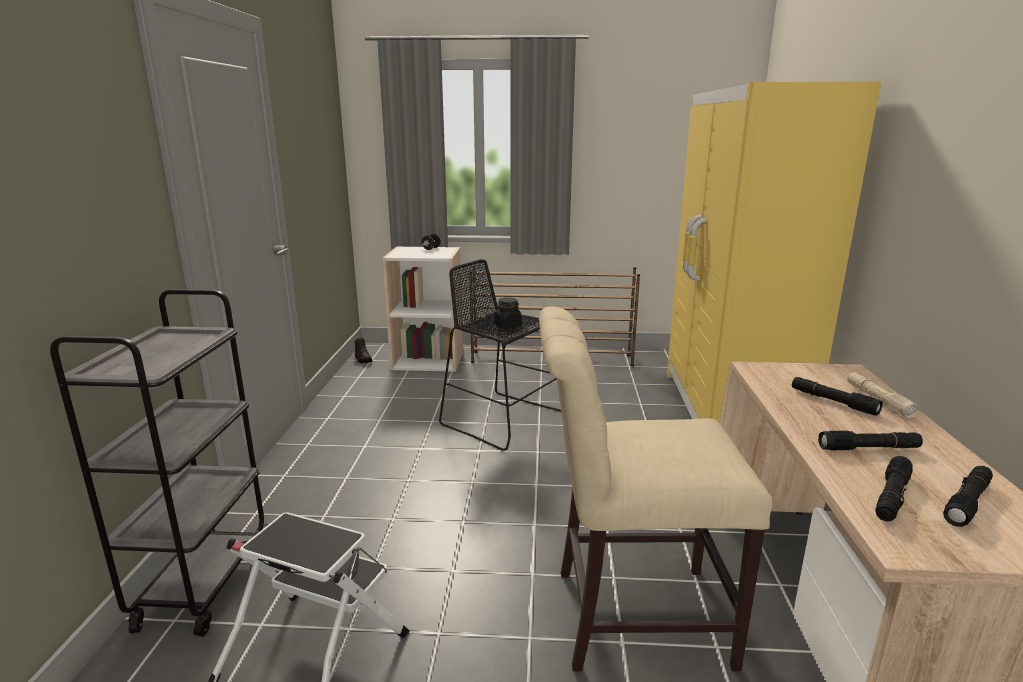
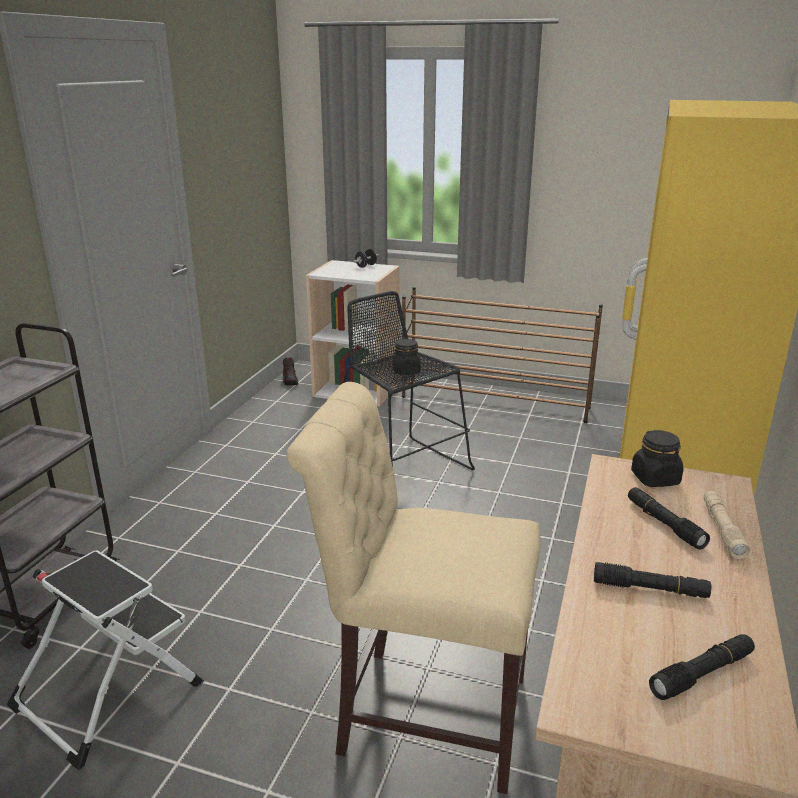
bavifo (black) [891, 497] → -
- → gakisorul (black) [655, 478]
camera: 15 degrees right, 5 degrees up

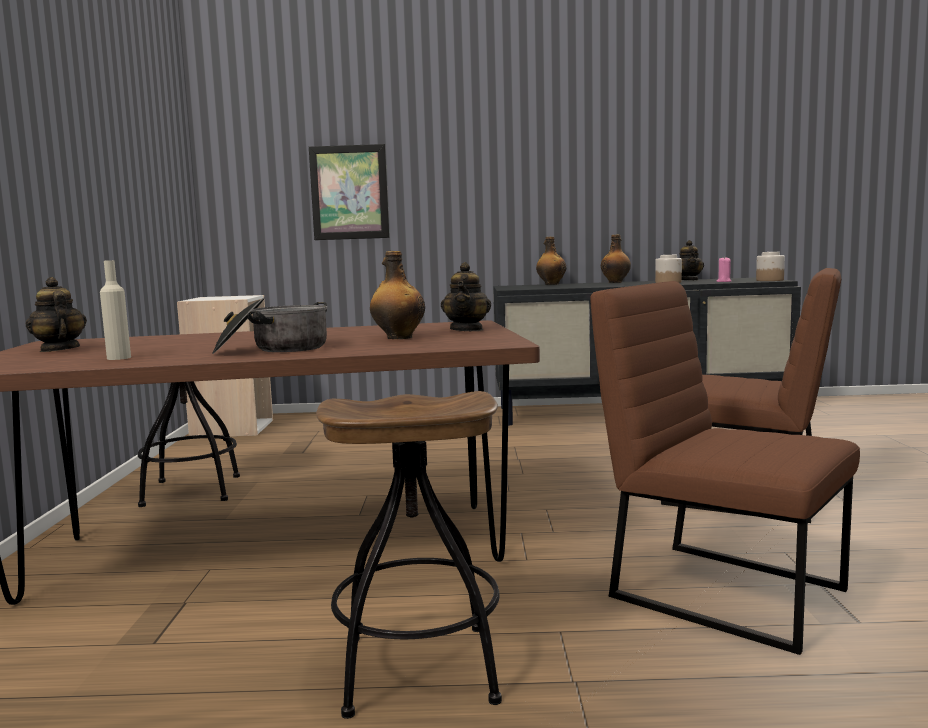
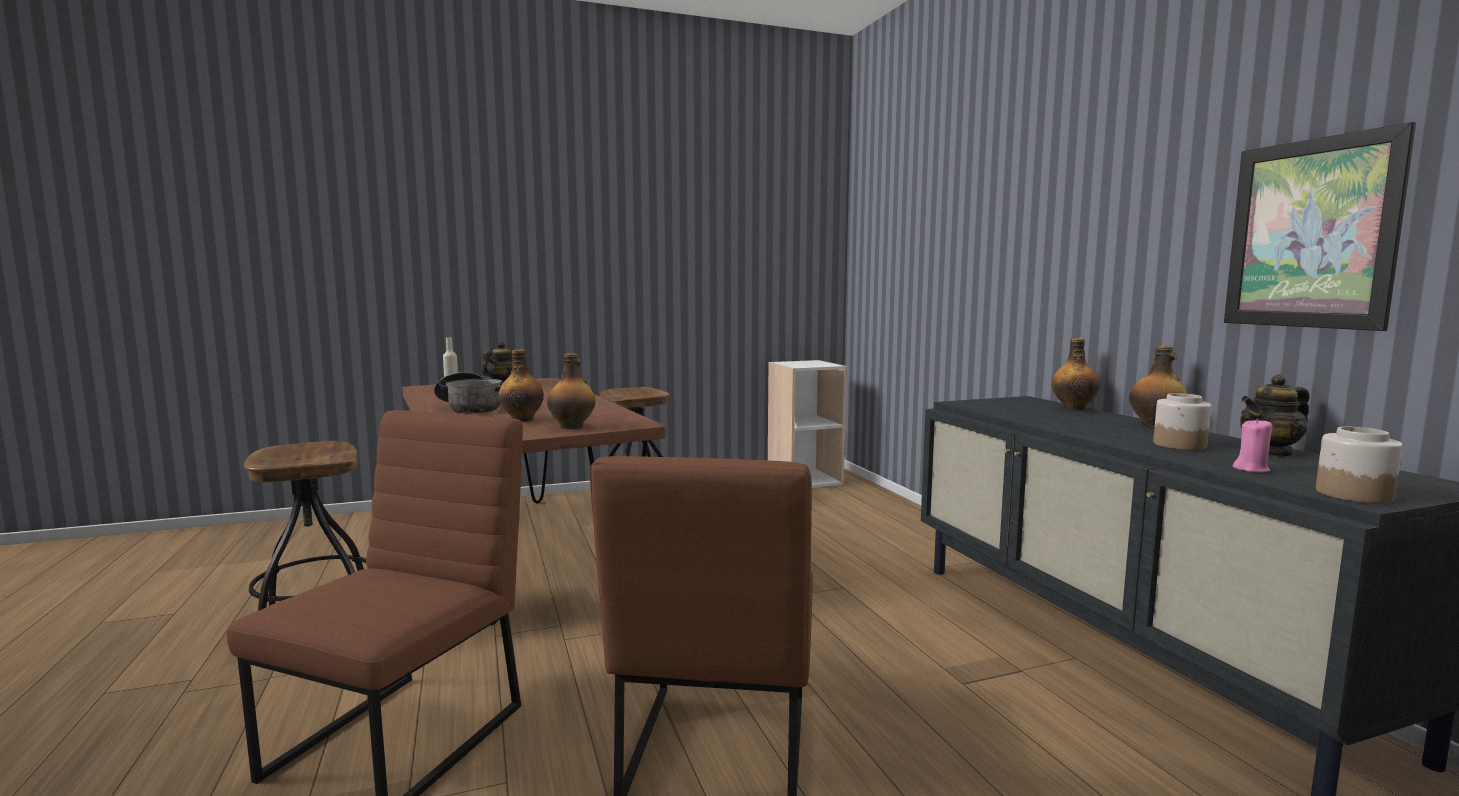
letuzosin [349, 192] → letuzosin [1310, 234], shifted
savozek [467, 330] → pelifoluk [572, 427]
camera: 70 degrees right, 0 degrees up

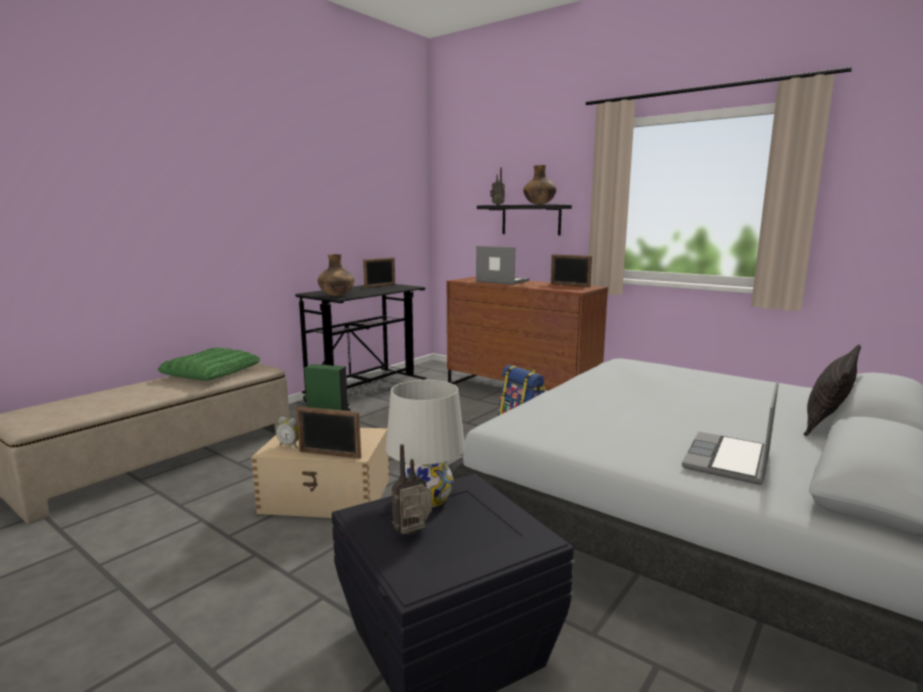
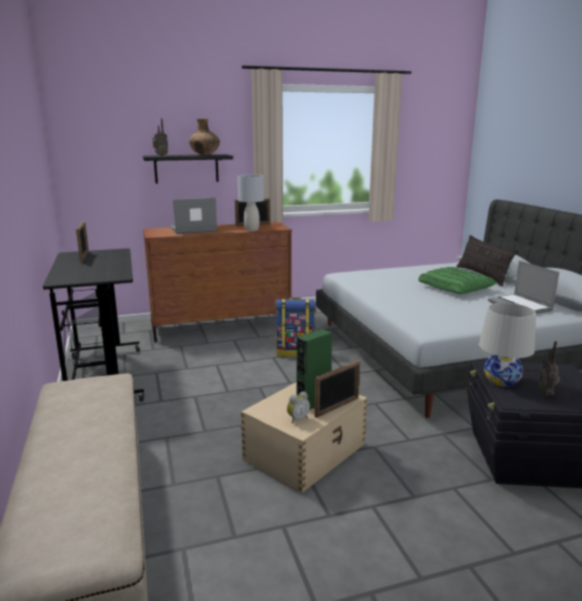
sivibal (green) [211, 374] → sivibal (green) [455, 288], shifted
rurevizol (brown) [336, 296] → -
- → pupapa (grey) [251, 229]
camera: 55 degrees left, 5 degrees up

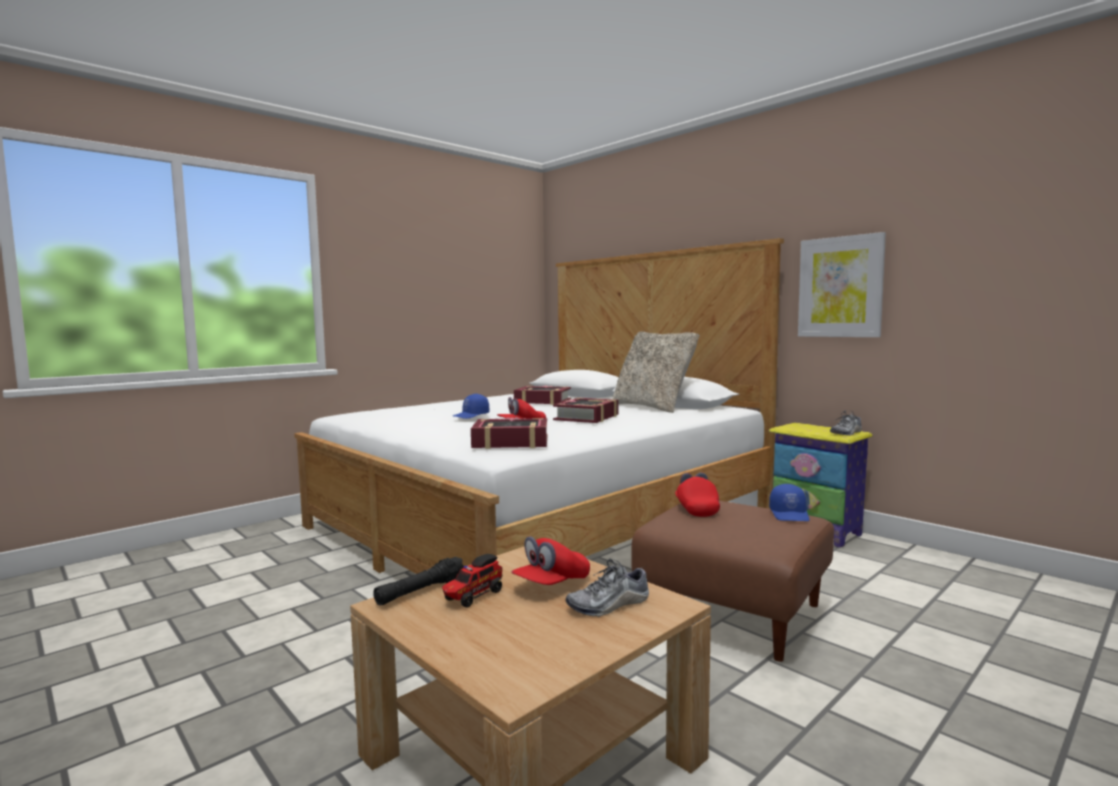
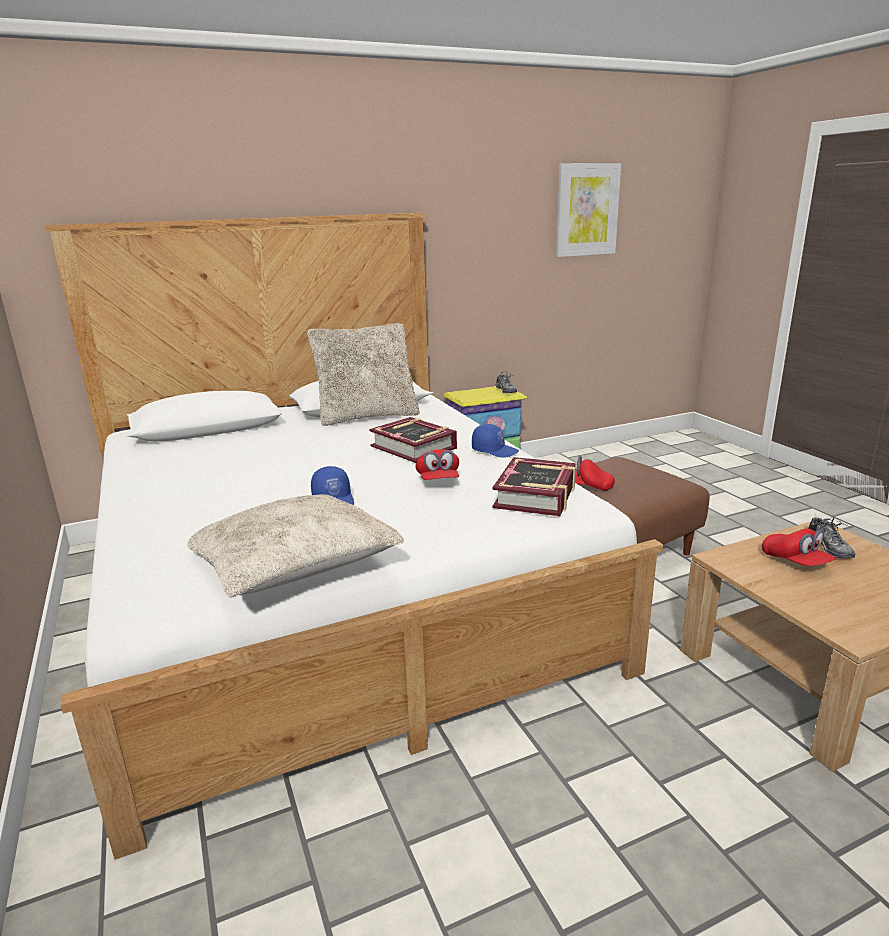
bavifo (black) [420, 591] → -
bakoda [472, 596] → -
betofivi [542, 401] → -
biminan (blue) [790, 514] → biminan (blue) [495, 450], shifted
letuzosin [840, 287] → letuzosin [587, 210], shifted
- → sivibal (beige) [294, 567]
camera: 70 degrees left, 15 degrees up

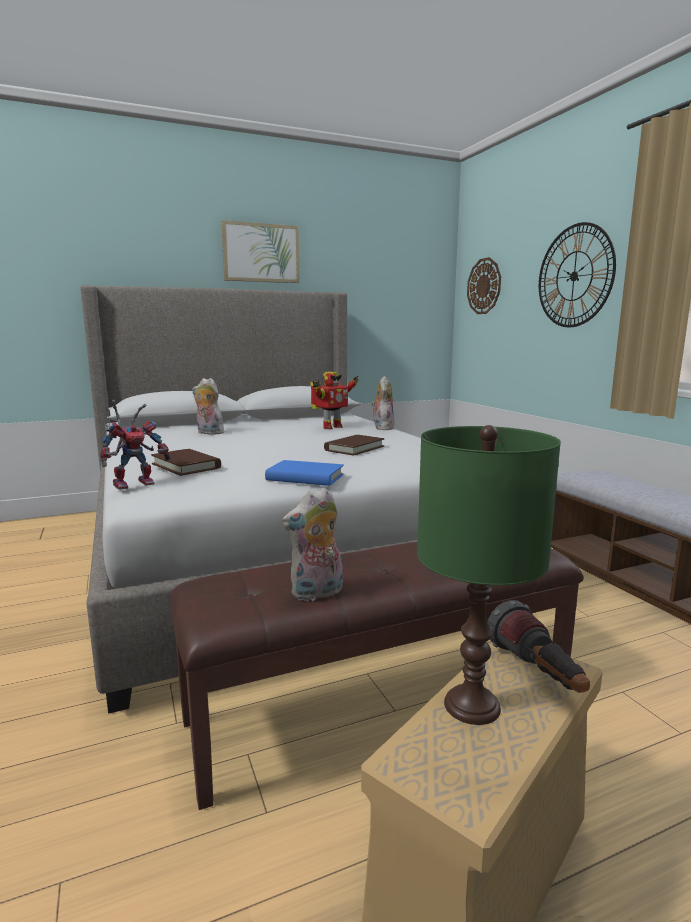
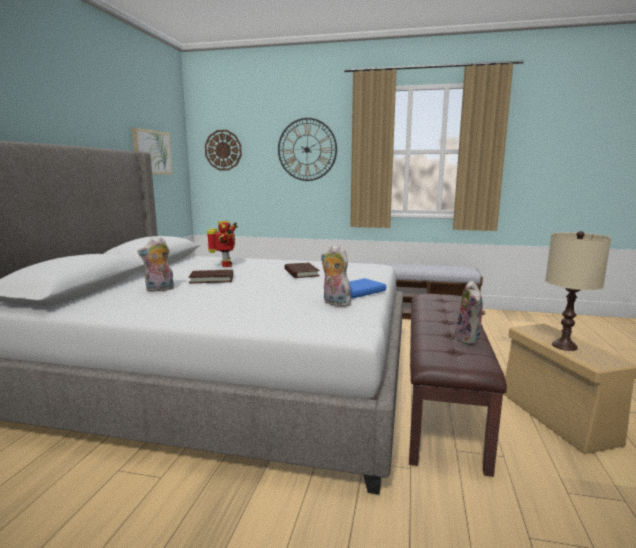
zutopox [136, 483] → -
betofivi (brown) [186, 466] → betofivi (brown) [212, 279], shifted
letuzosin [261, 253] → letuzosin [152, 152], shifted
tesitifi [382, 428] → tesitifi [334, 303], shifted
pupapa (green) [471, 705] → pupapa (beige) [564, 346]
bavifo [538, 675] → -
camera: 55 degrees left, 0 degrees up

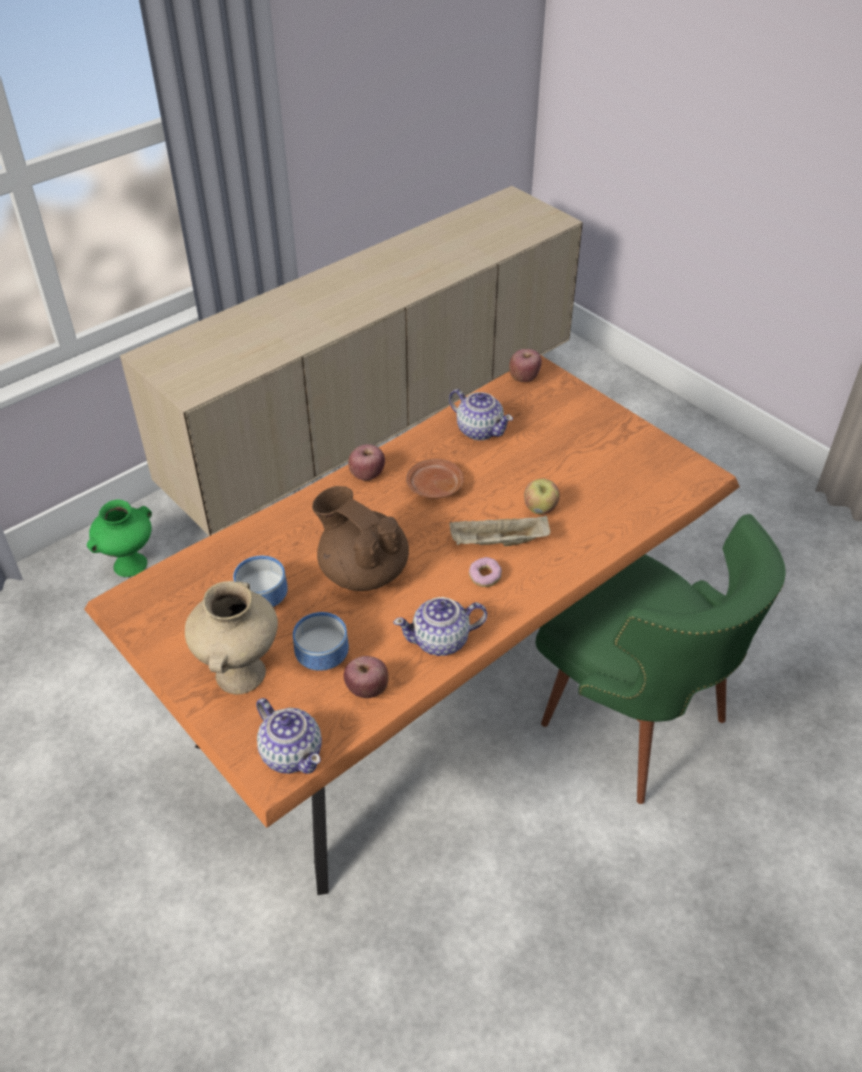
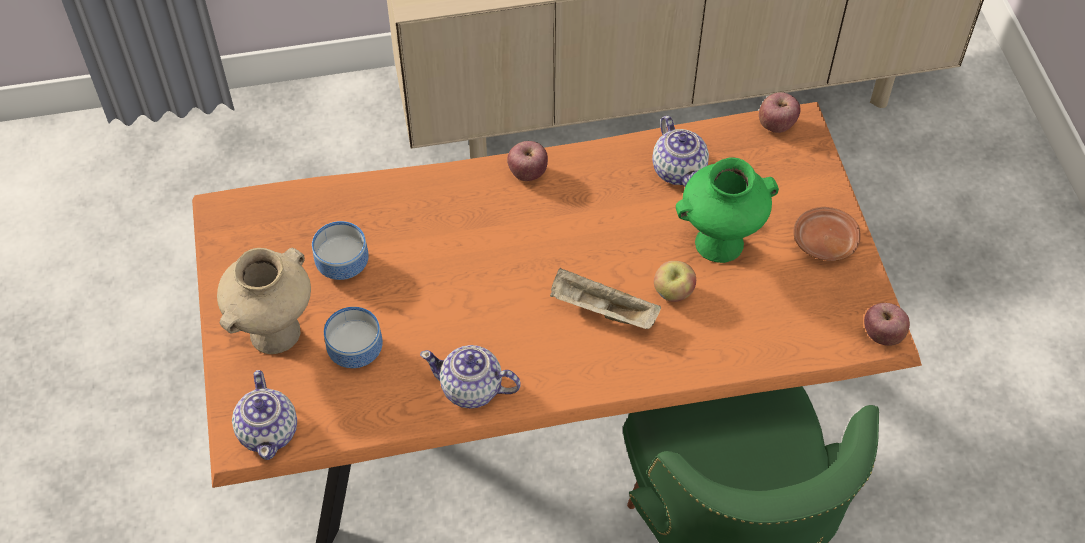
rurevizol (green) [130, 566] → rurevizol (green) [718, 245], shifted
savozek (brown) [363, 570] → -
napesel [367, 689] → napesel [882, 335], shifted
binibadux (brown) [434, 487] → binibadux (brown) [824, 242], shifted
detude [484, 577] → -
camera: 30 degrees right, 10 degrees up

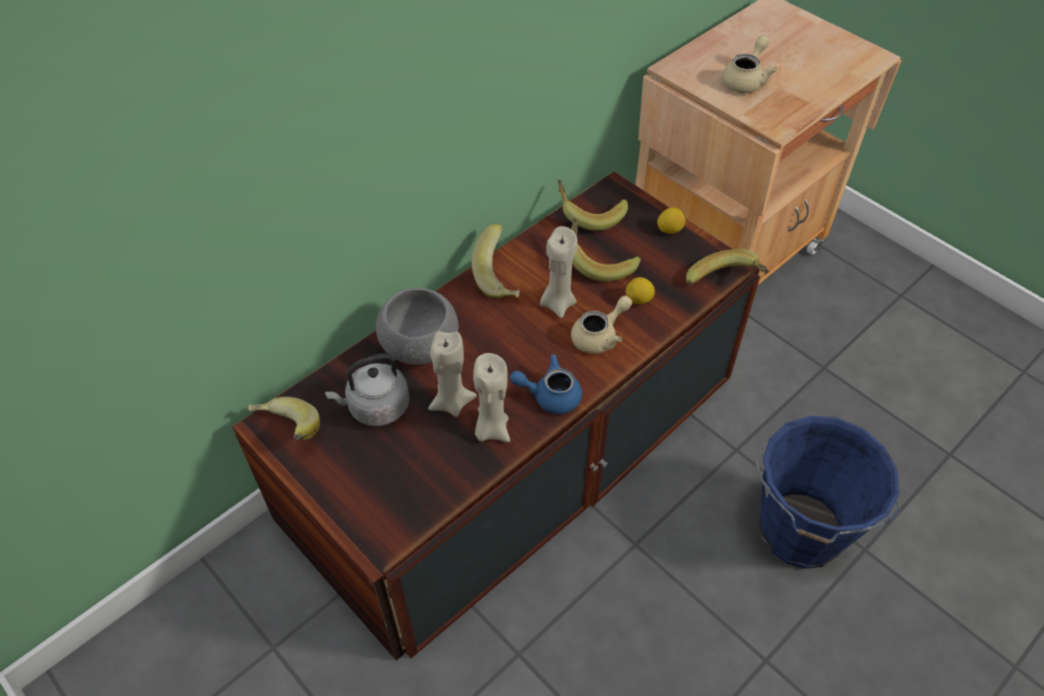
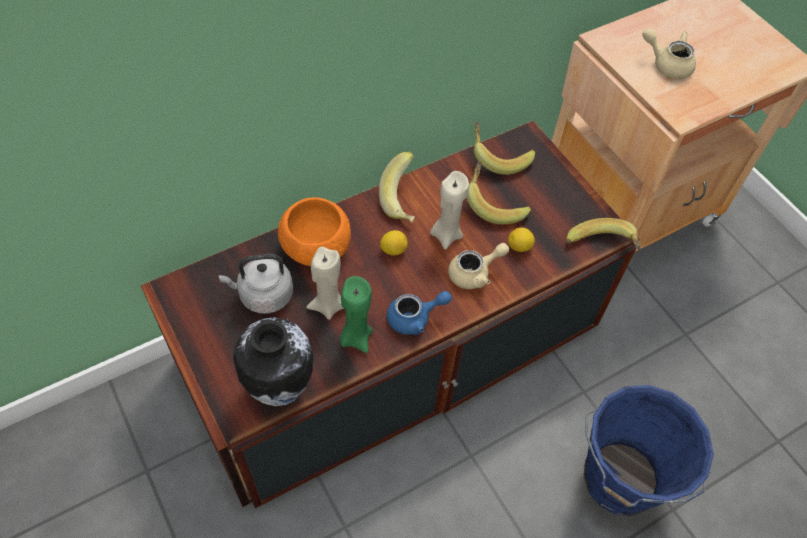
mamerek [286, 432] → -
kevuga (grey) [419, 346] → kevuga (orange) [316, 248]
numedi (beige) [491, 429] → numedi (green) [355, 337]
savozek (blue) [550, 395] → savozek (blue) [415, 318], 150 degrees clockwise
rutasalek [669, 230] → rutasalek [393, 250], shifted
savozek (beige) [746, 80] → savozek (beige) [667, 64], 105 degrees counterclockwise
- → rurevizol [279, 386]
camera: 10 degrees right, 5 degrees up

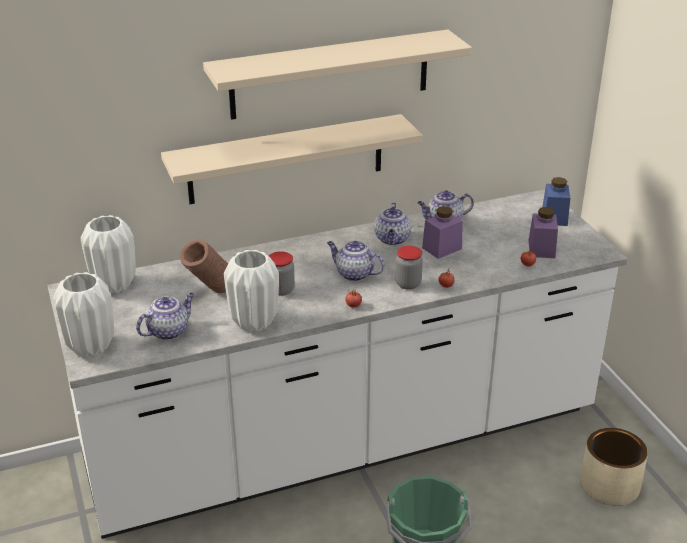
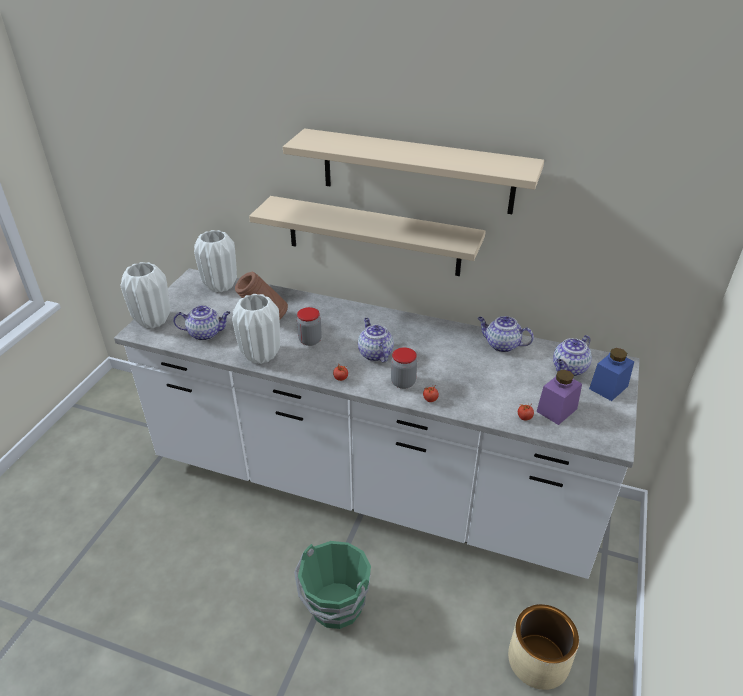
savozek [392, 239] → savozek [569, 369], shifted
gakisorul (purple) [442, 248] → -
camera: 40 degrees right, 5 degrees up

